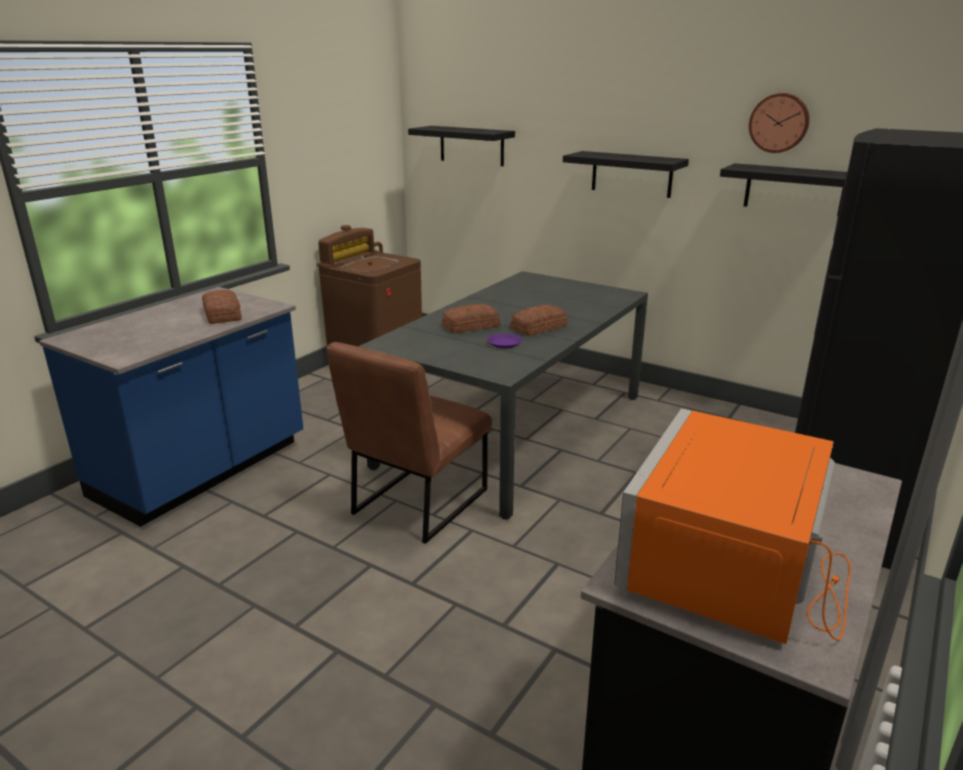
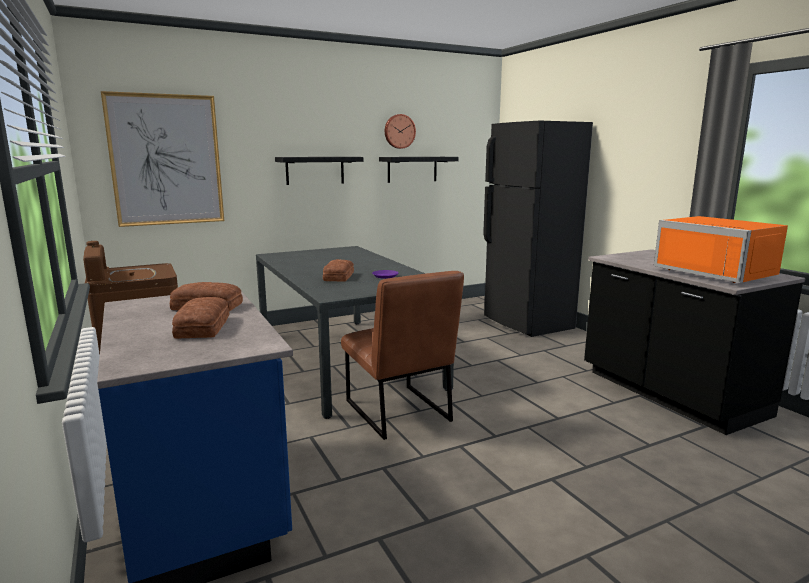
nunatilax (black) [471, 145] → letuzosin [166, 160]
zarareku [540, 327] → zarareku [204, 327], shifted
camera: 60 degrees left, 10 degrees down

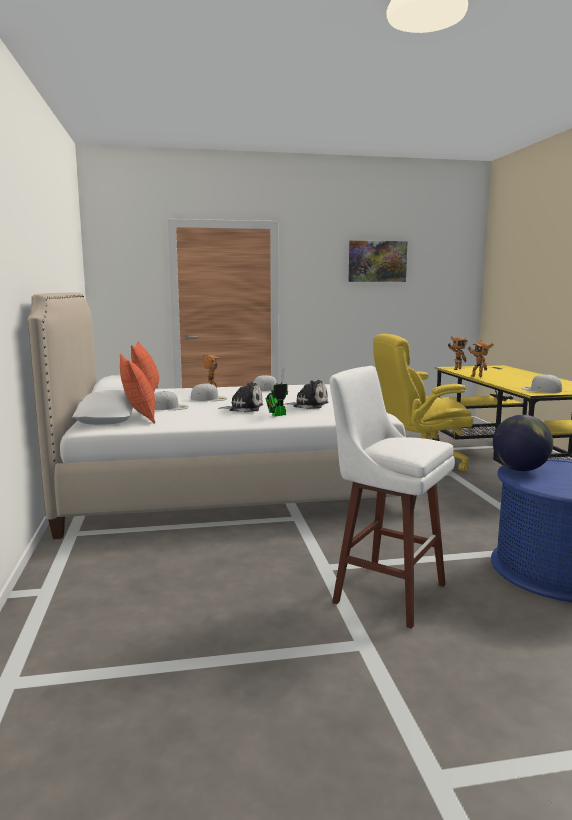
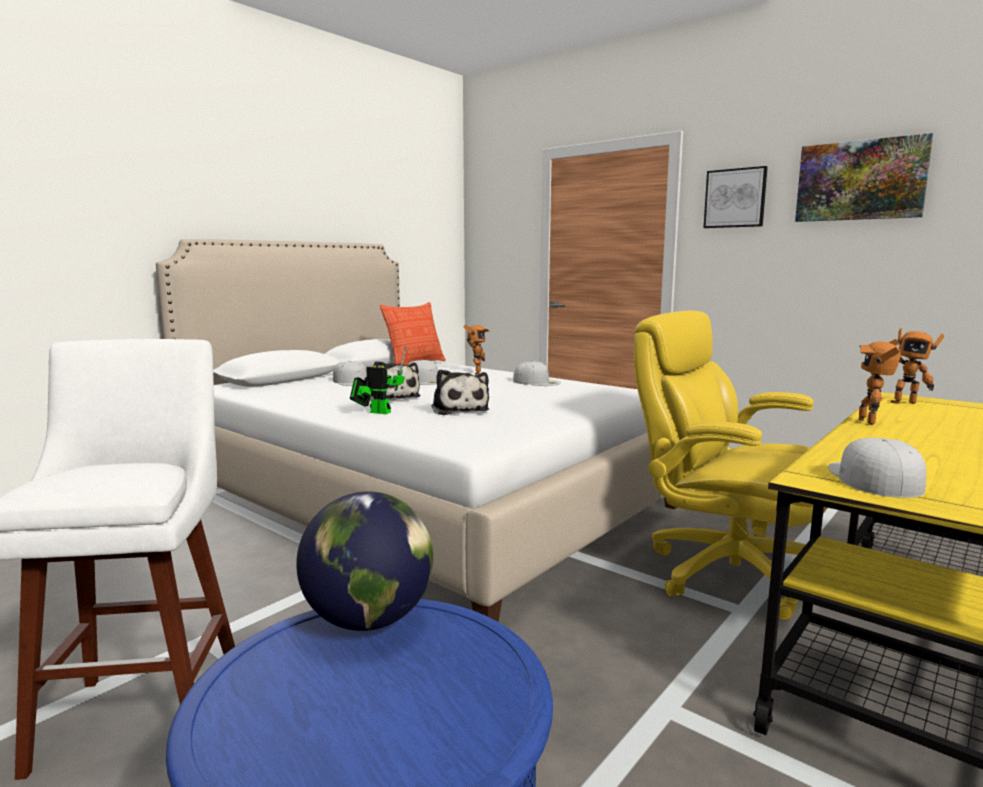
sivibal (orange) [139, 417] → -
- → letuzosin [735, 198]
camera: 50 degrees right, 0 degrees up

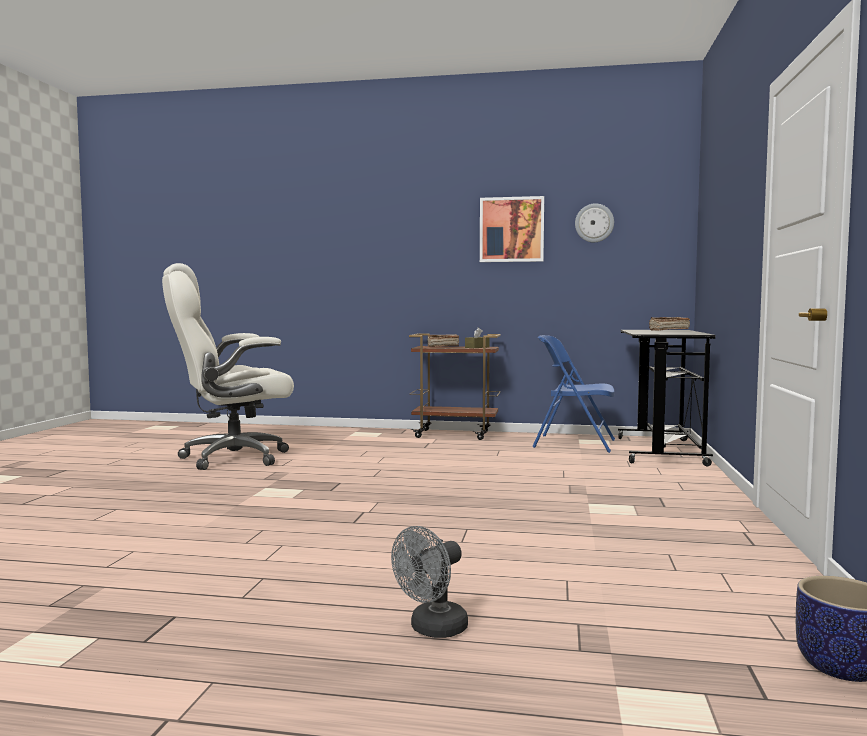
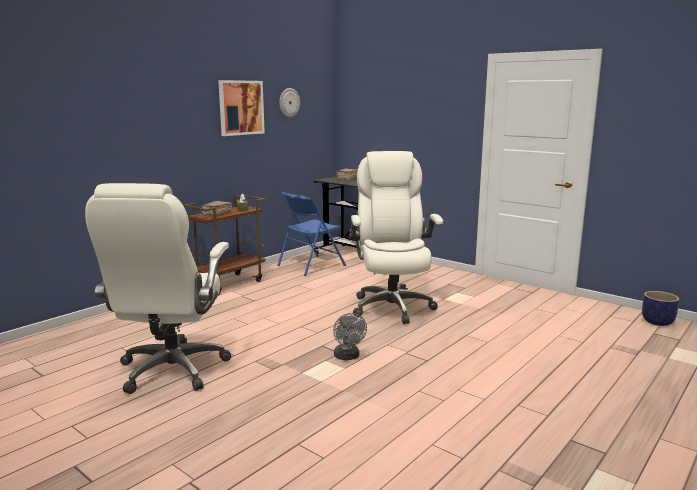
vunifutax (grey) [432, 630] → vunifutax (grey) [348, 357], shifted
- → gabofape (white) [392, 307]
camera: 60 degrees left, 10 degrees up

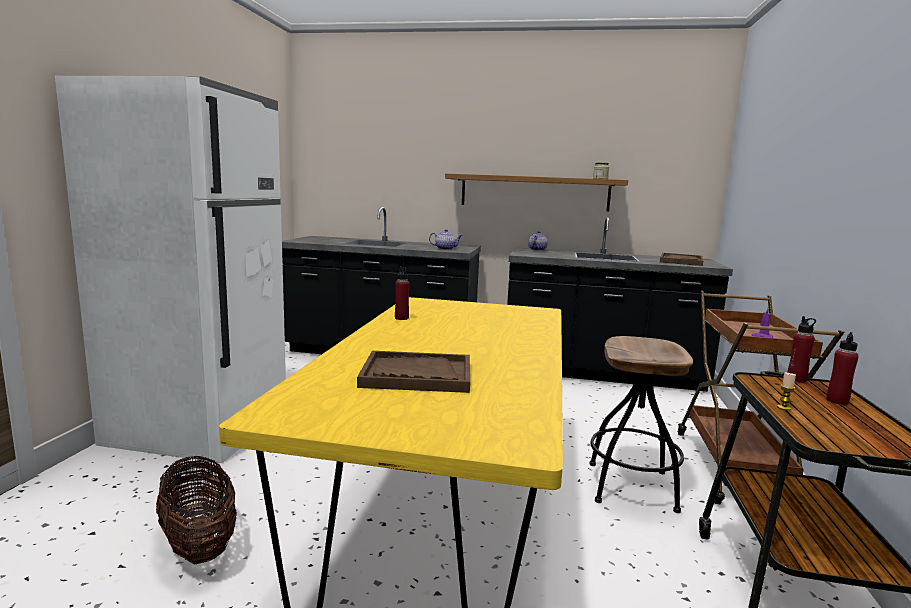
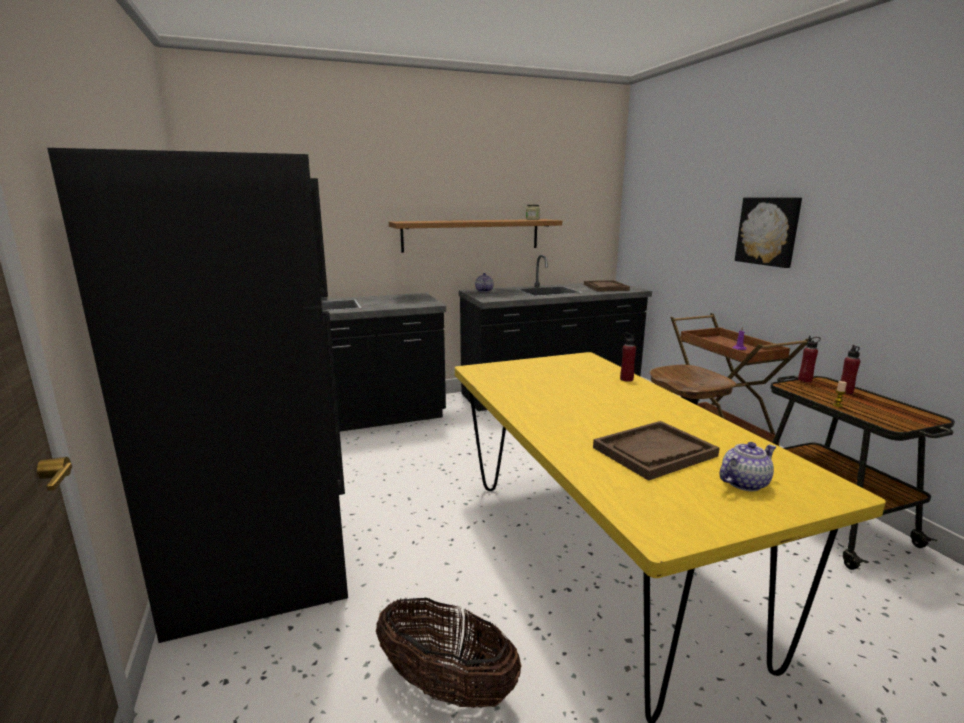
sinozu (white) [199, 426] → sinozu (black) [261, 568]
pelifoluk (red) [401, 318] → pelifoluk (red) [626, 379], shifted
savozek [445, 249] → savozek [744, 483], shifted
- → letuzosin [768, 231]
camera: 30 degrees left, 5 degrees up

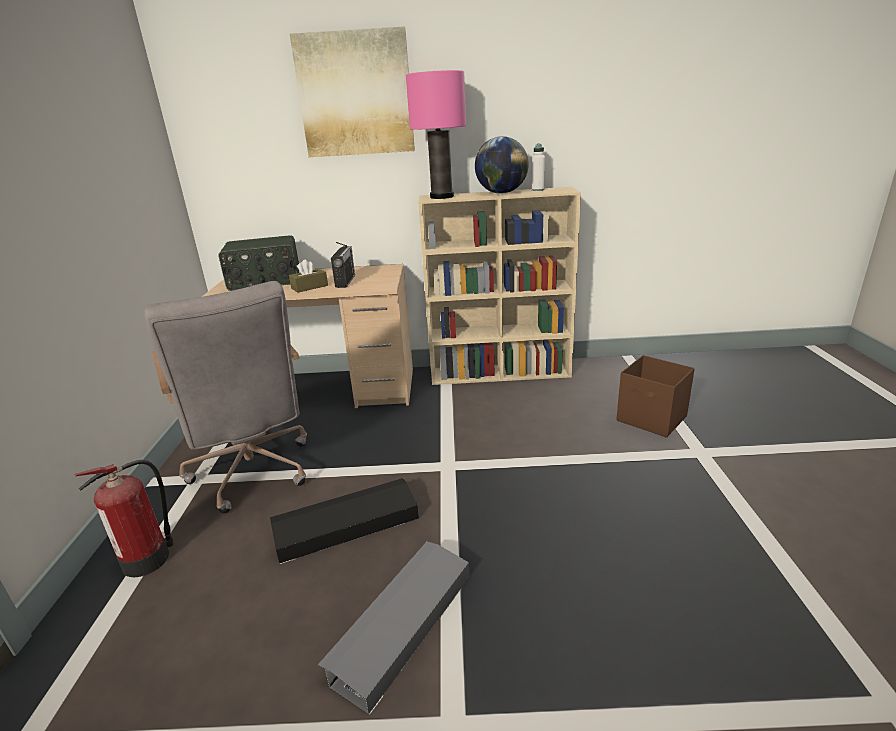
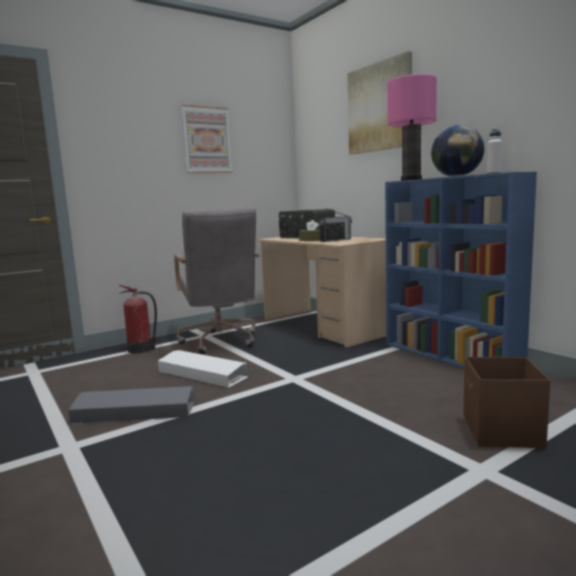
gabofape (grey) [254, 476] → gabofape (grey) [221, 343], 45 degrees counterclockwise
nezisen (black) [346, 526] → nezisen (white) [202, 374]
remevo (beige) [501, 372] → remevo (blue) [451, 356]
- → letuzosin [207, 140]
camera: 55 degrees right, 15 degrees down

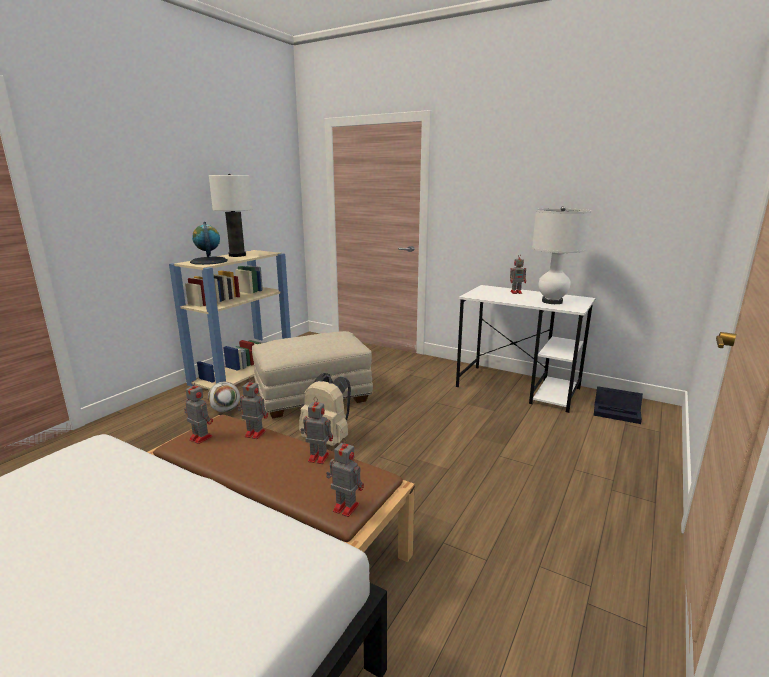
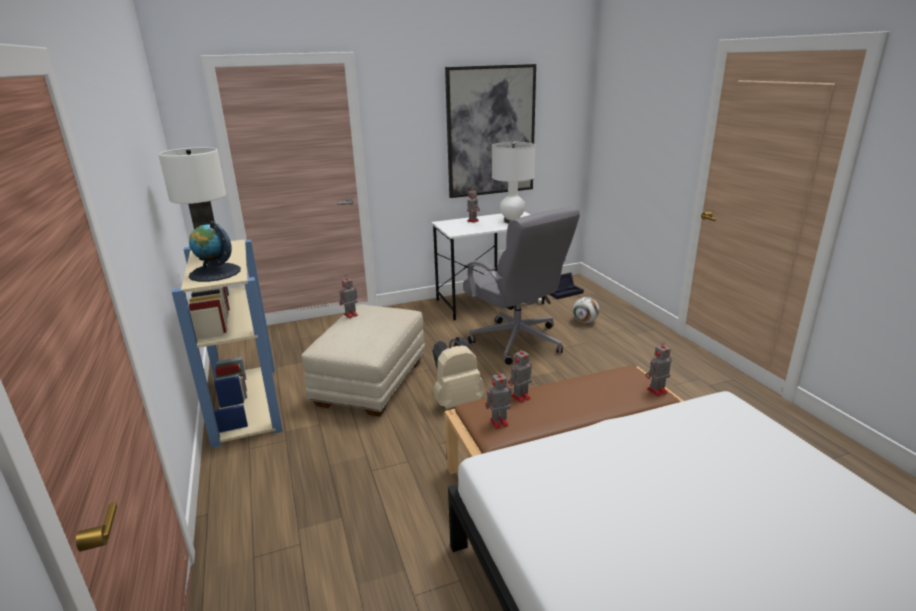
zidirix [225, 410] → zidirix [585, 321], shifted
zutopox [317, 457] → zutopox [350, 315], shifted
- → letuzosin [490, 131]
- → gabofape (grey) [517, 340]
camera: 50 degrees left, 5 degrees up

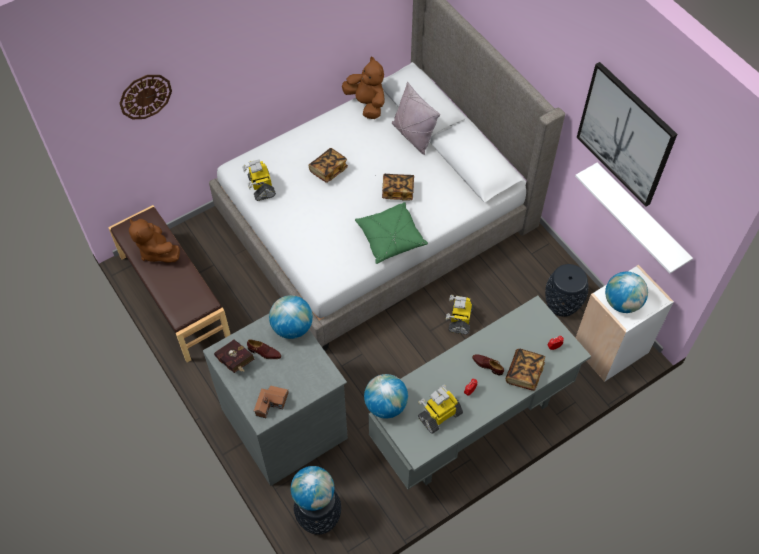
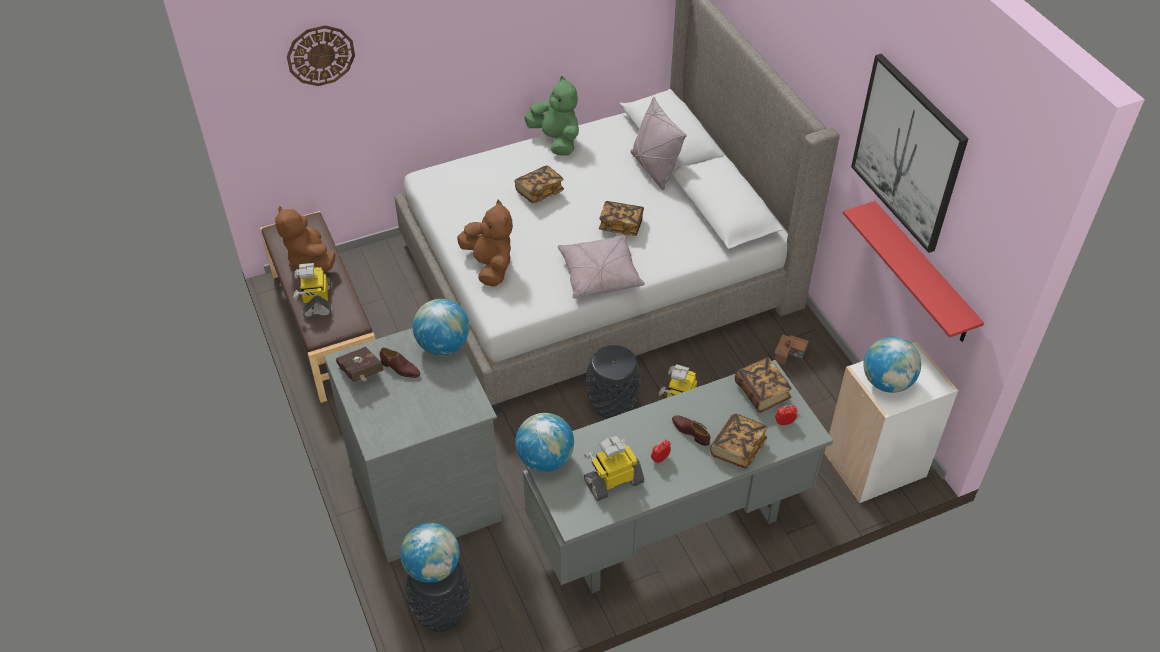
zutopox [261, 186] → zutopox [317, 301], shifted
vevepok [271, 403] → vevepok [790, 353], shifted
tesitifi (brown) [366, 104] → tesitifi (brown) [490, 266], shifted
sivibal (green) [390, 238] → sivibal (purple) [599, 275]
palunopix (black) [562, 303] → palunopix (black) [612, 403], shifted
nunatilax (white) [640, 218] → nunatilax (red) [922, 274]
- → tesitifi (green) [556, 140]
- → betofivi [762, 393]
camera: 10 degrees right, 10 degrees down

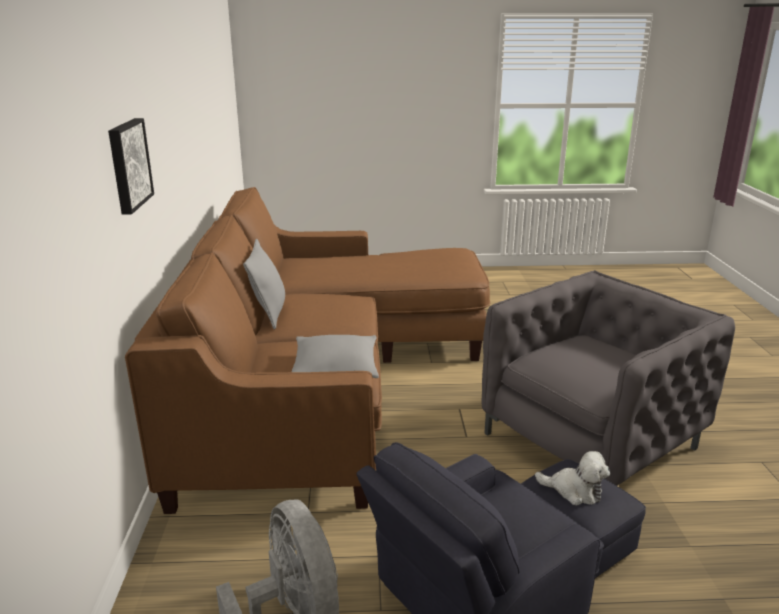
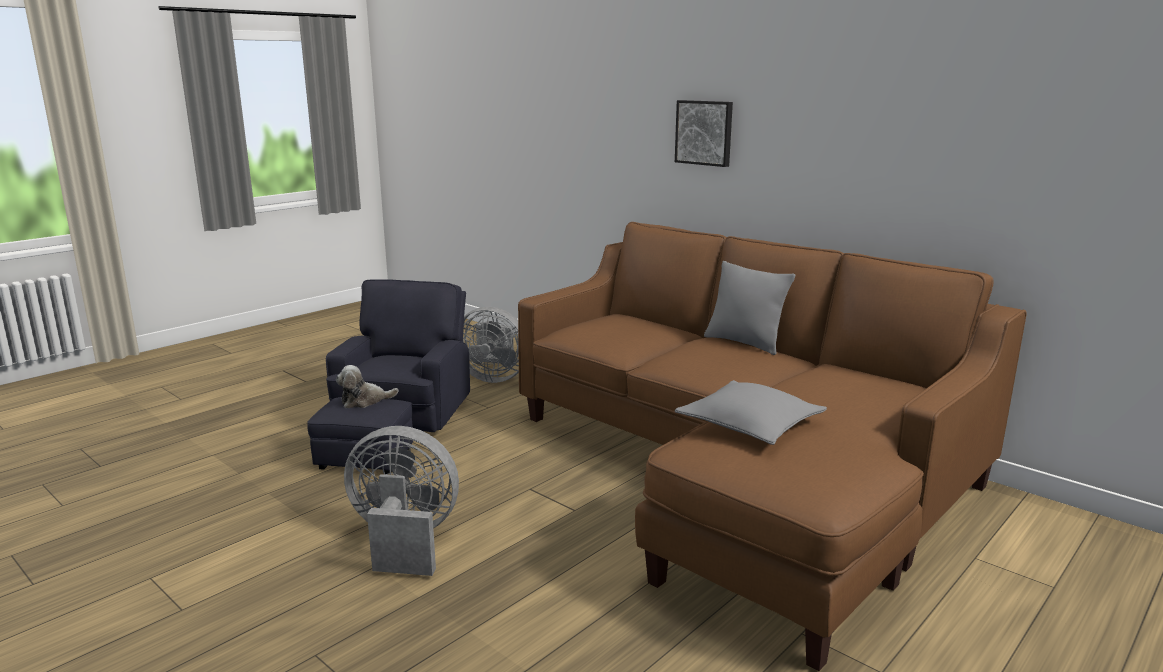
sivibal (grey) [335, 368] → sivibal (grey) [749, 425], shifted
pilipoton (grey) [590, 441] → vunifutax (grey) [404, 540]
camera: 135 degrees right, 5 degrees down

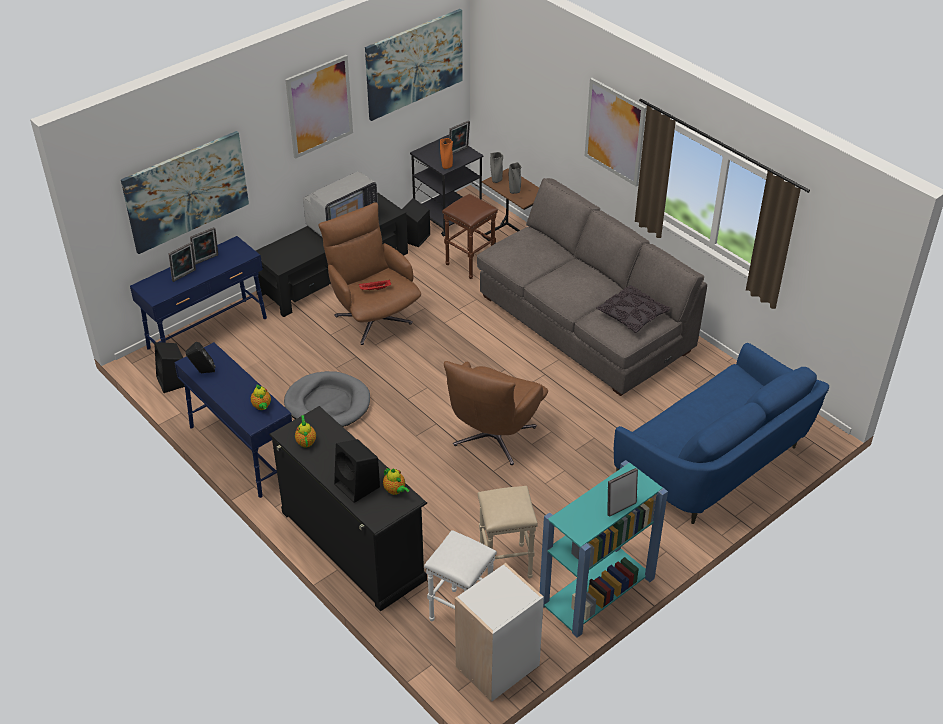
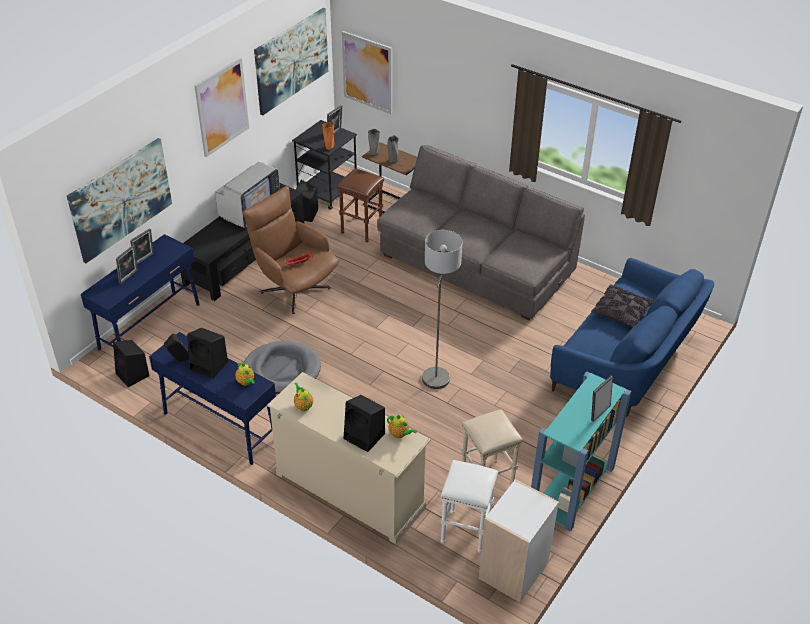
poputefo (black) [352, 545] → poputefo (beige) [349, 490]
pilipoton (brown) [494, 436] → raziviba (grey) [437, 373]
letuzosin [615, 132] → letuzosin [368, 72], shifted
sivibal (black) [632, 315] → sivibal (black) [621, 312], shifted
- → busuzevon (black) [210, 366]
camera: 15 degrees left, 0 degrees up

